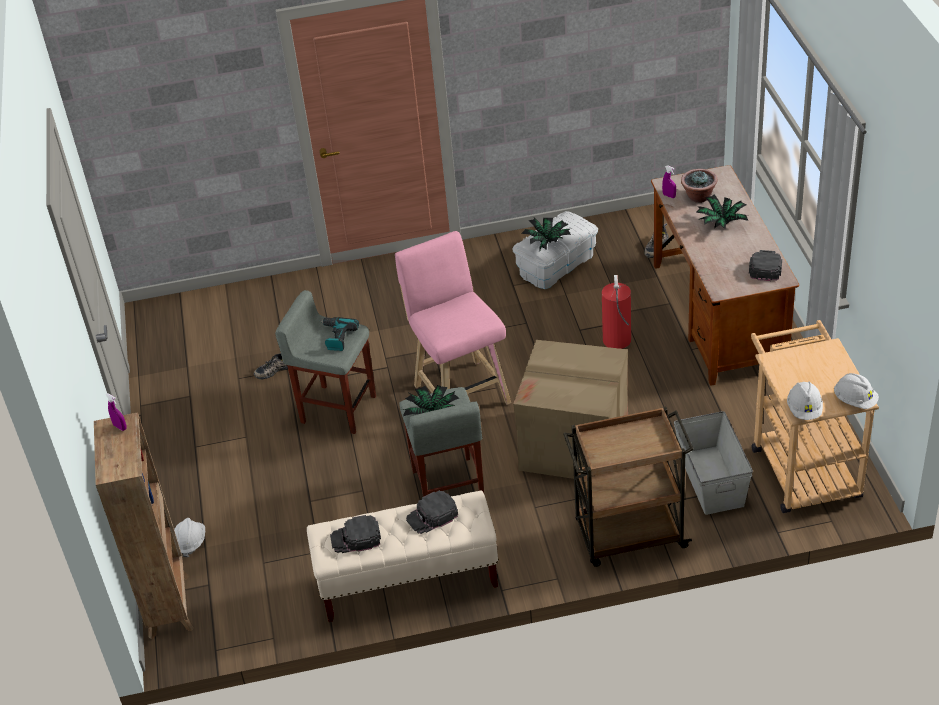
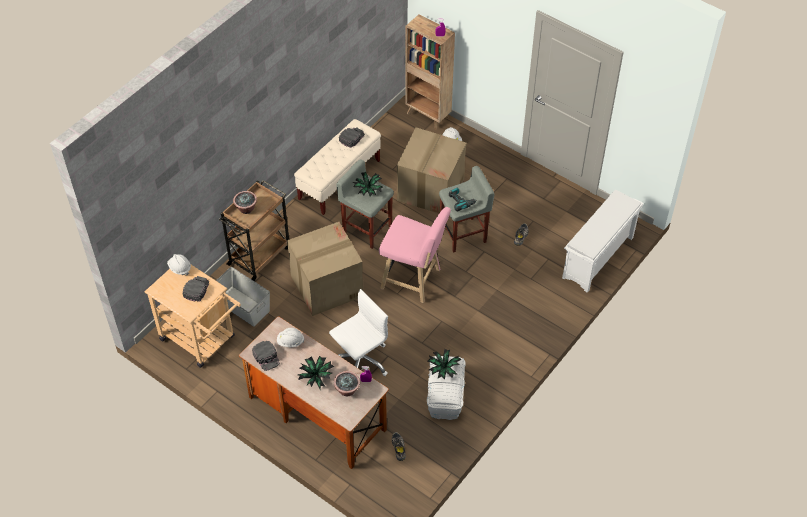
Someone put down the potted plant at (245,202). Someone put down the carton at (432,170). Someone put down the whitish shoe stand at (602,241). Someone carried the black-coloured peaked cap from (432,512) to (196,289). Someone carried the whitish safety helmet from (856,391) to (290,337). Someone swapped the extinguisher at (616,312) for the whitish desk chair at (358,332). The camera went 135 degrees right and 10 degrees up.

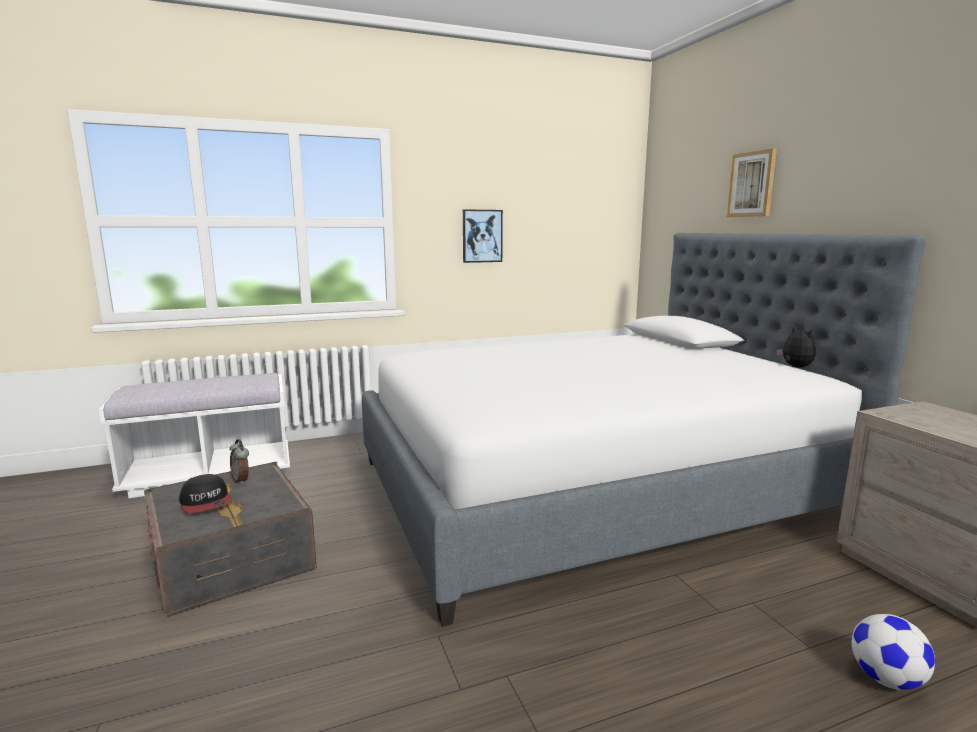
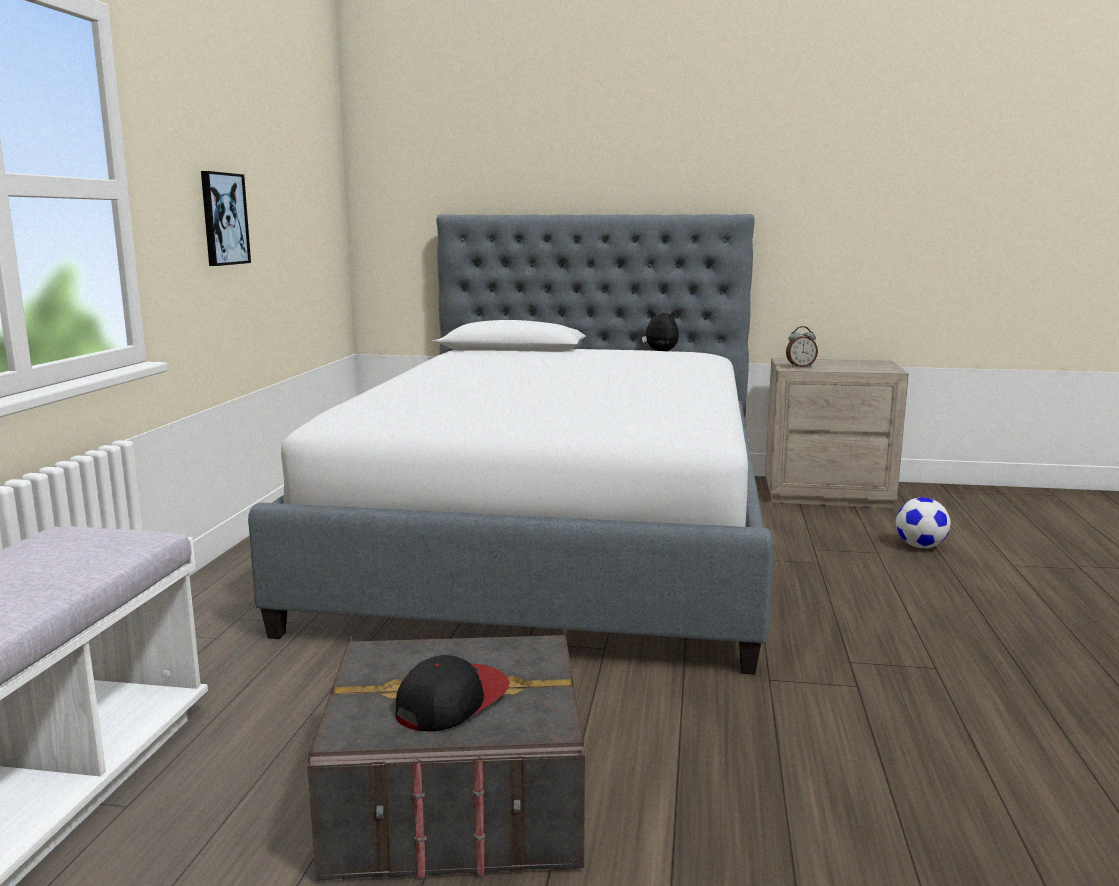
Someone took away the picture at (752,182). Someone carried the table clock from (239,462) to (802,346). Someone rotated the peaked cap at (205,493) by 45 degrees counterclockwise. The camera went 60 degrees left and 0 degrees up.

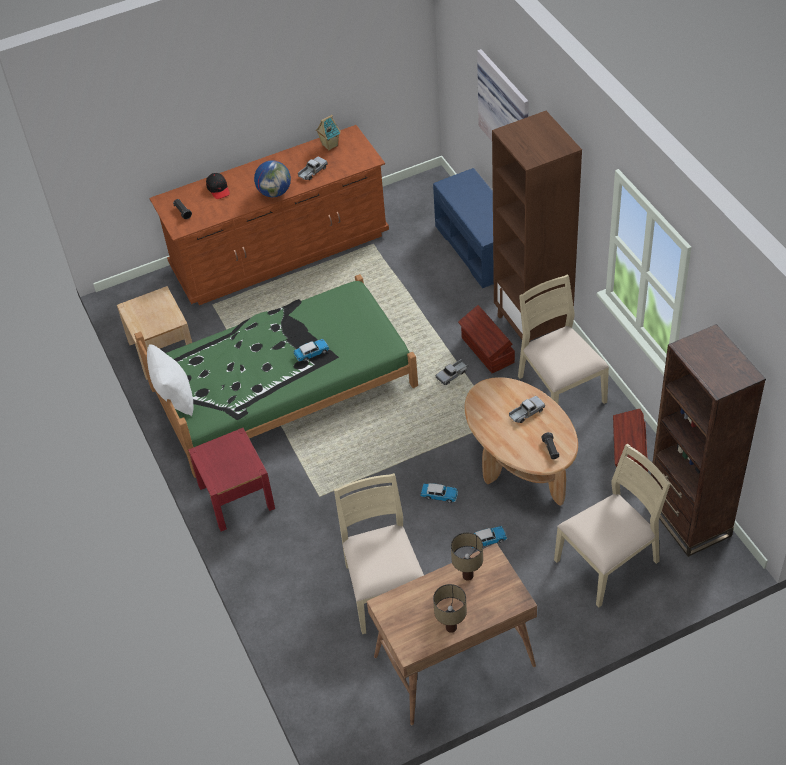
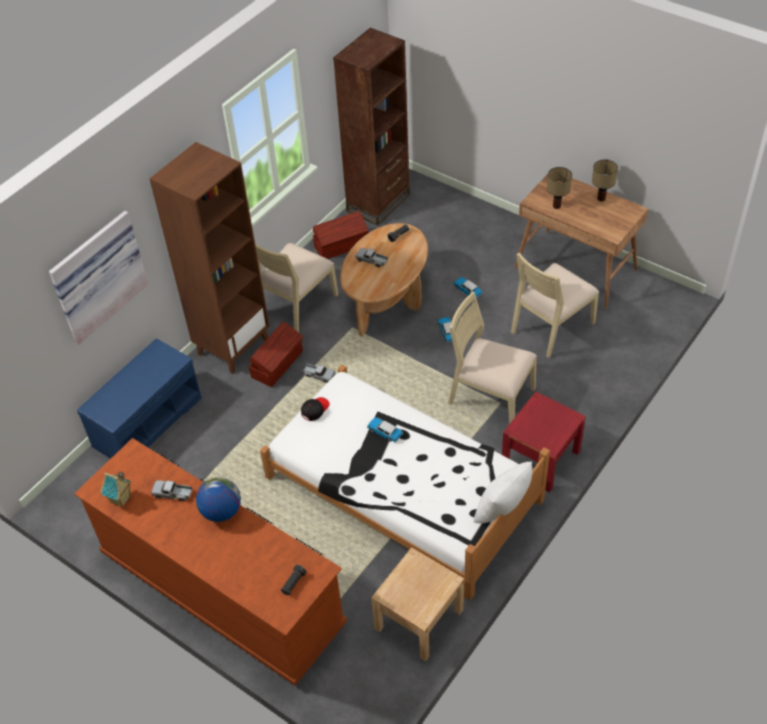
Someone carried the black-coloured peaked cap from (218,186) to (315,409). Someone carried the beige-coloured chair from (612,525) to (492,358). Someone repainted the green bed at (276,376), which became the whitish bed at (405,482). The camera went 120 degrees left and 0 degrees up.

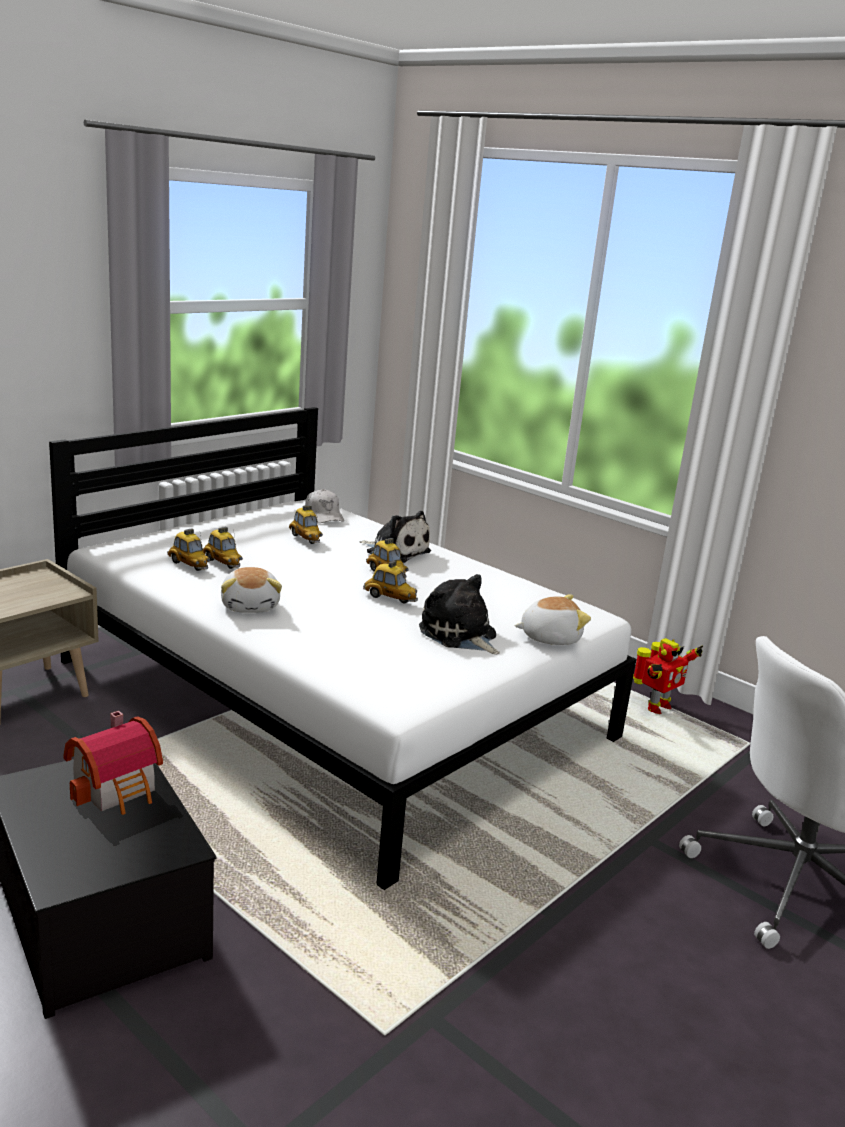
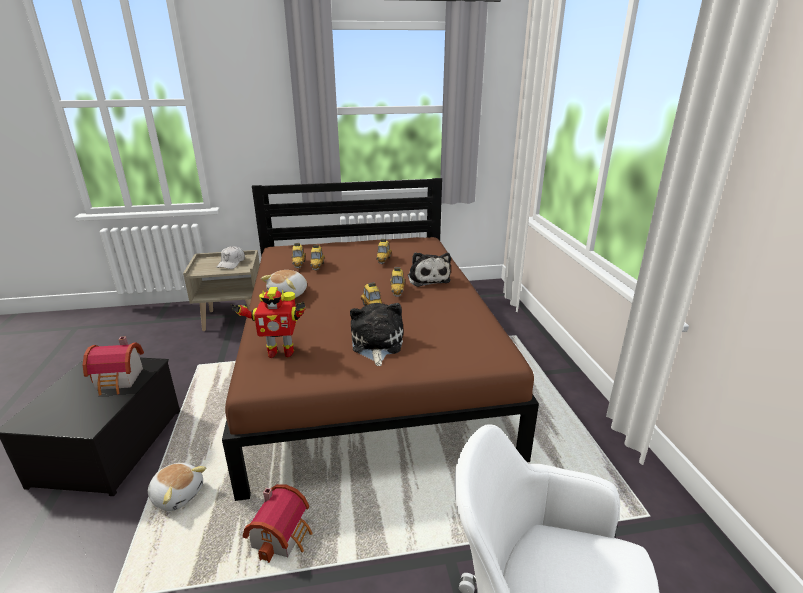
Someone put down the toy house at (277,523). Someone carried the whitish peaked cap from (324,506) to (230,257). Someone carried the plush toy from (552,619) to (177,487). Someone carried the toy robot from (668,676) to (268,322). Someone repainted the whitish bed at (342,648), which became the brownish bed at (380,339). The camera went 40 degrees right and 5 degrees up.

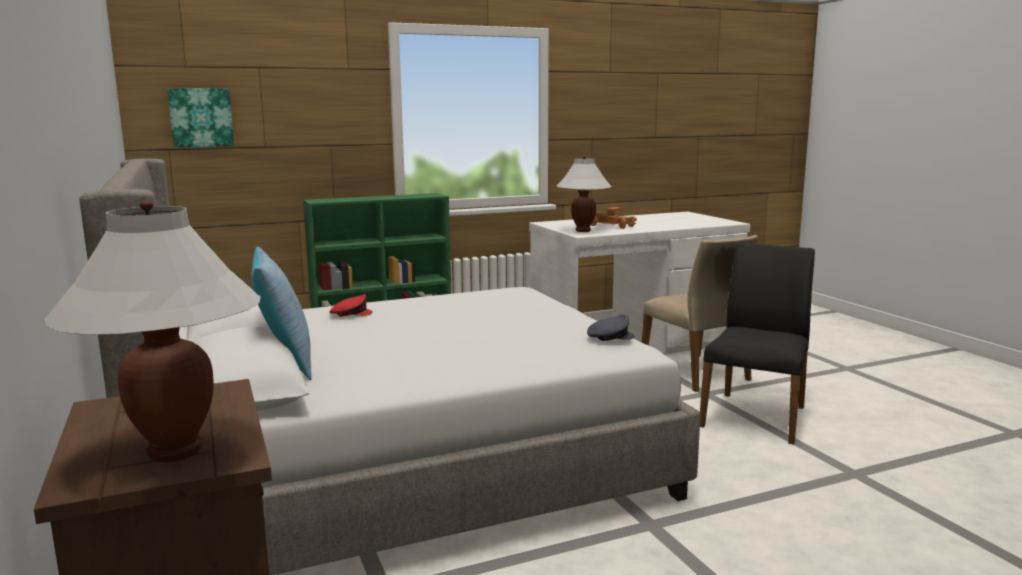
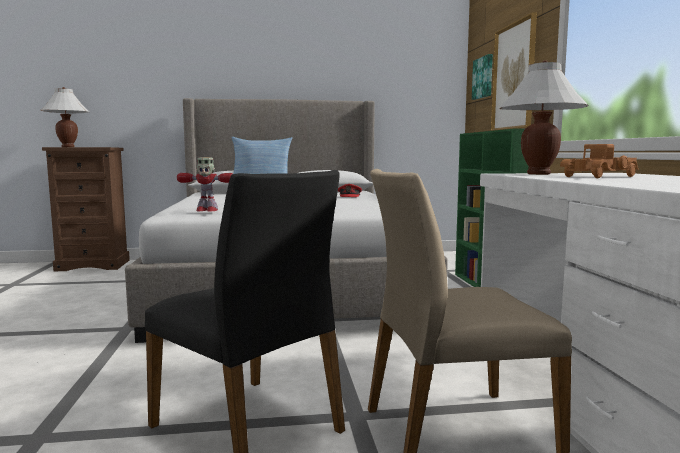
Someone put up the picture at (514,71). Someone swapped the gray peaked cap at (610,328) for the toy robot at (205,184). The camera went 105 degrees right and 5 degrees down.

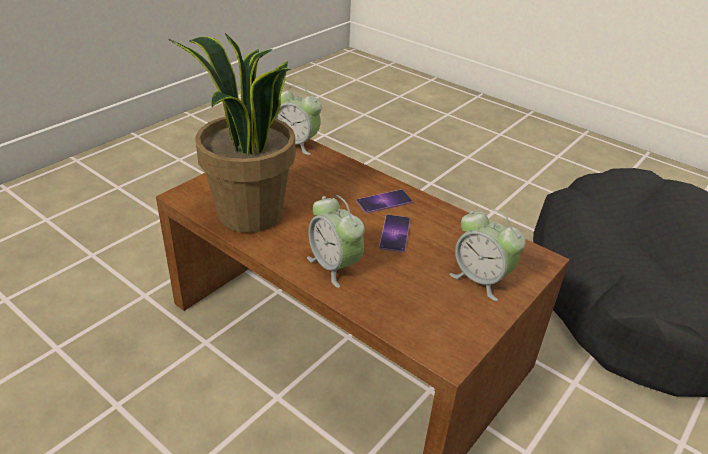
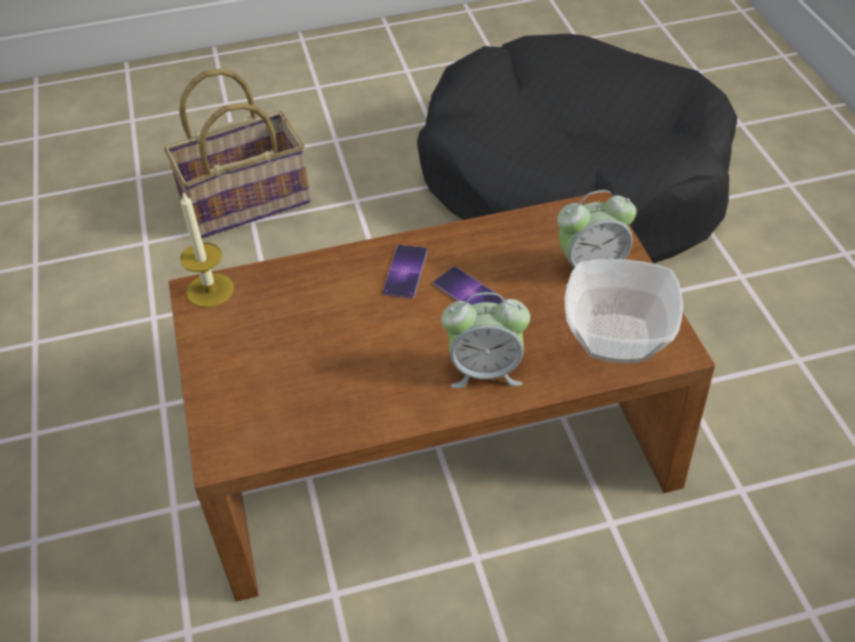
Someone took away the potted plant at (231,133). Someone put down the household basket at (237,153). Someone put down the deep dish at (624,311). Someone swapped the table clock at (299,120) for the wax candle at (207,249). The camera went 50 degrees left and 10 degrees up.

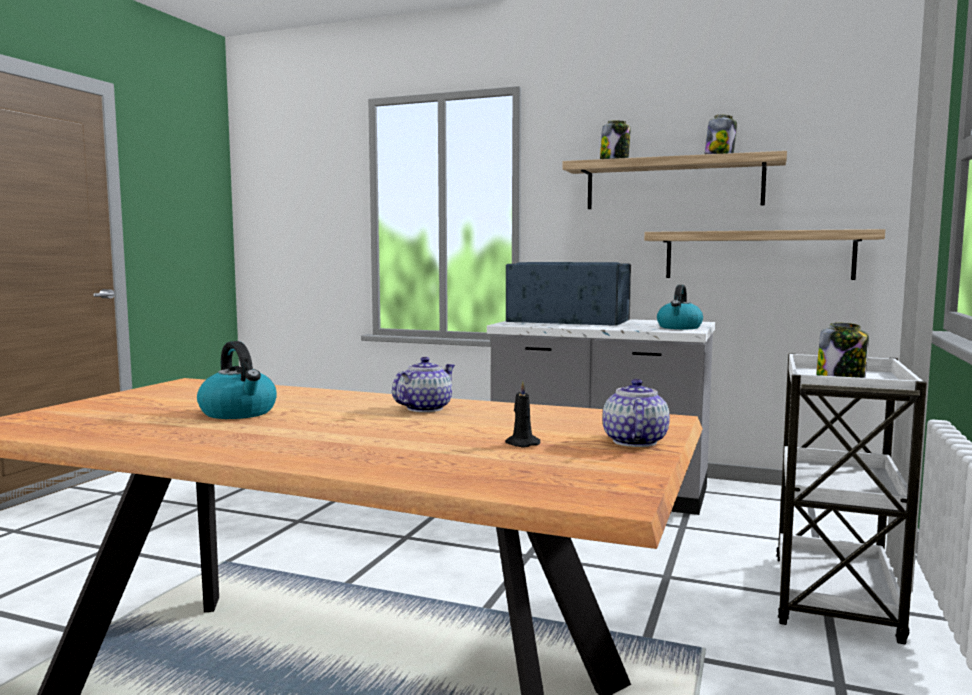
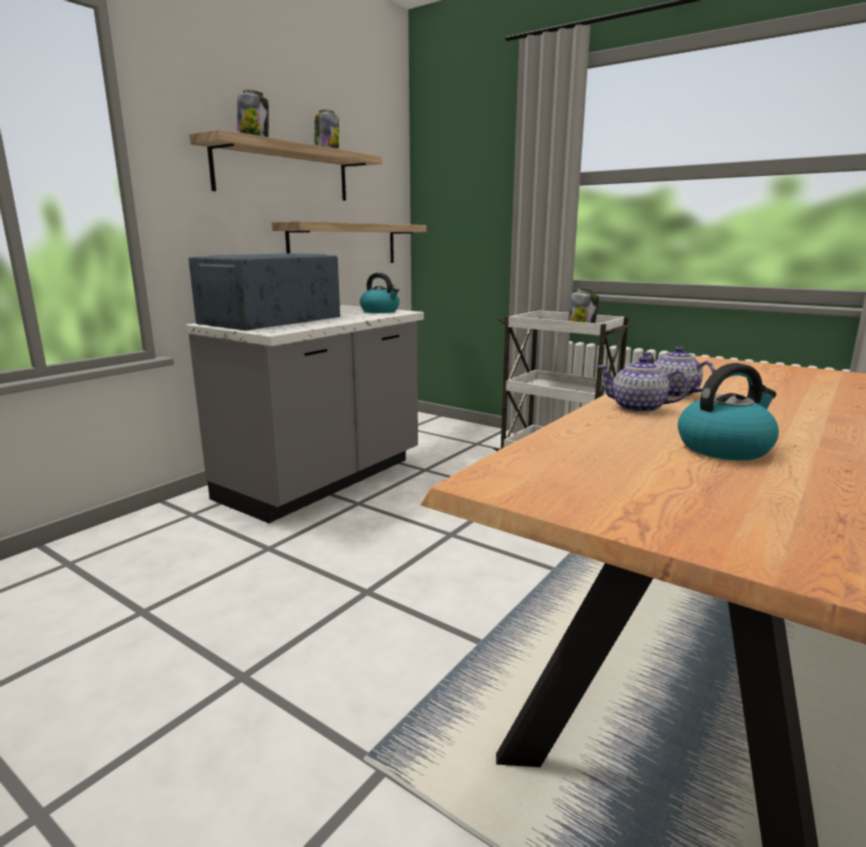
Someone took away the black-coloured wax candle at (523,414). Someone carried the tea pot from (636,413) to (642,384). The camera went 75 degrees left and 10 degrees up.

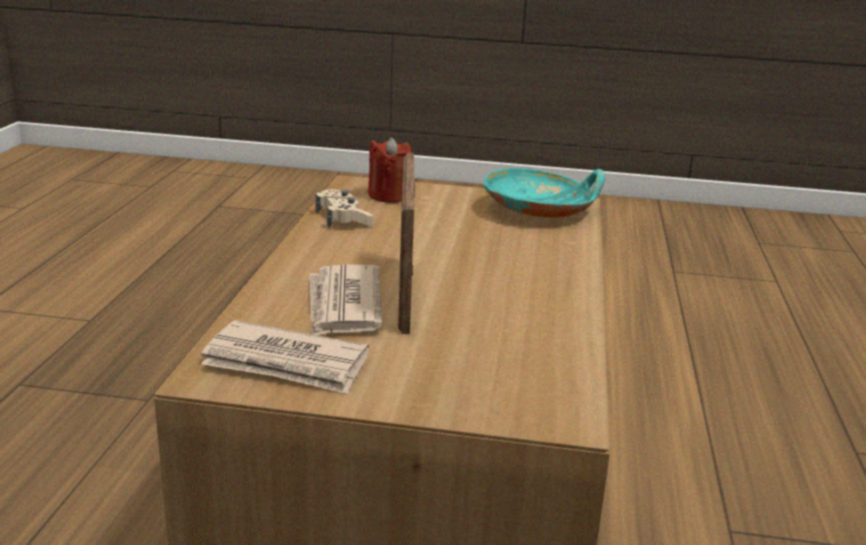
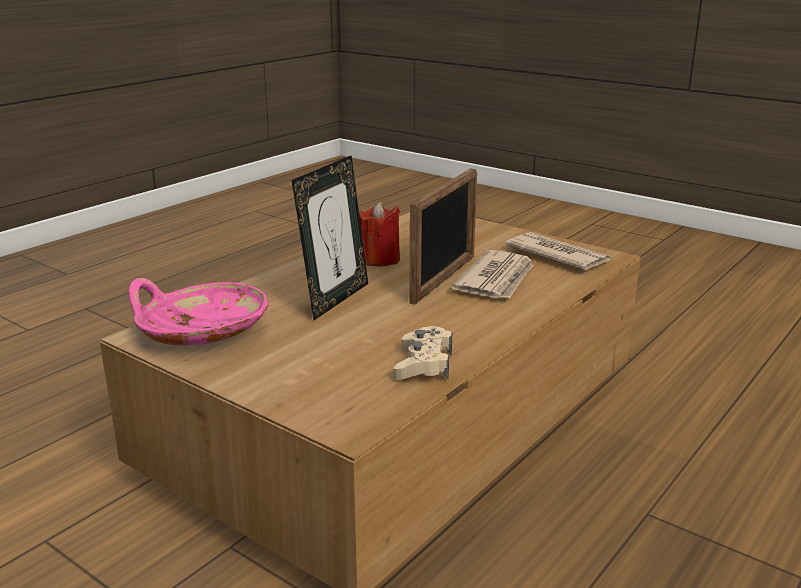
Someone put down the picture frame at (330,237). Someone carried the red wax candle from (390,170) to (379,234). Someone repainted the turquoise-coloured deep dish at (544,193), which became the pink-coloured deep dish at (199,311). The camera went 150 degrees left and 0 degrees up.

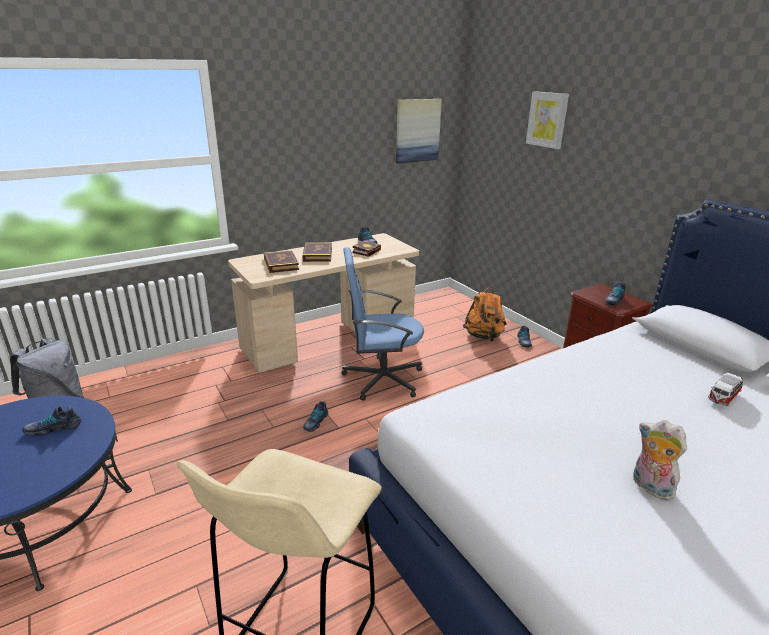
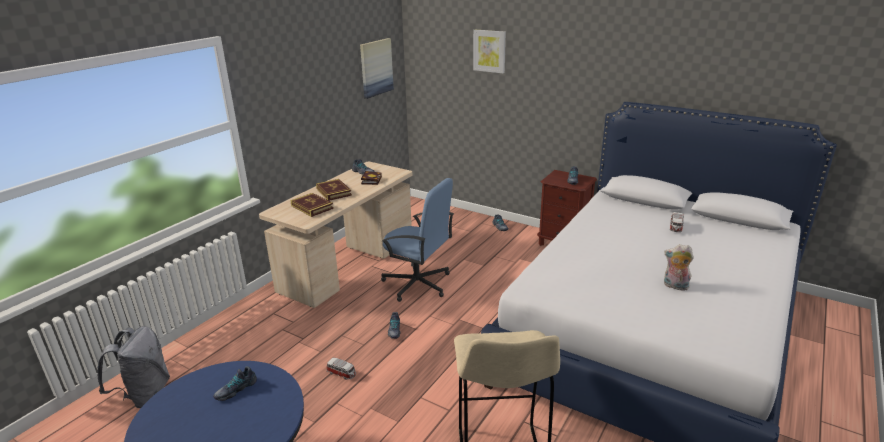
Someone took away the orange knapsack at (485,314). Someone put down the toy car at (341,369). Someone rotated the bluish desk chair at (382,324) by 120 degrees counterclockwise. The camera went 25 degrees left and 0 degrees up.

